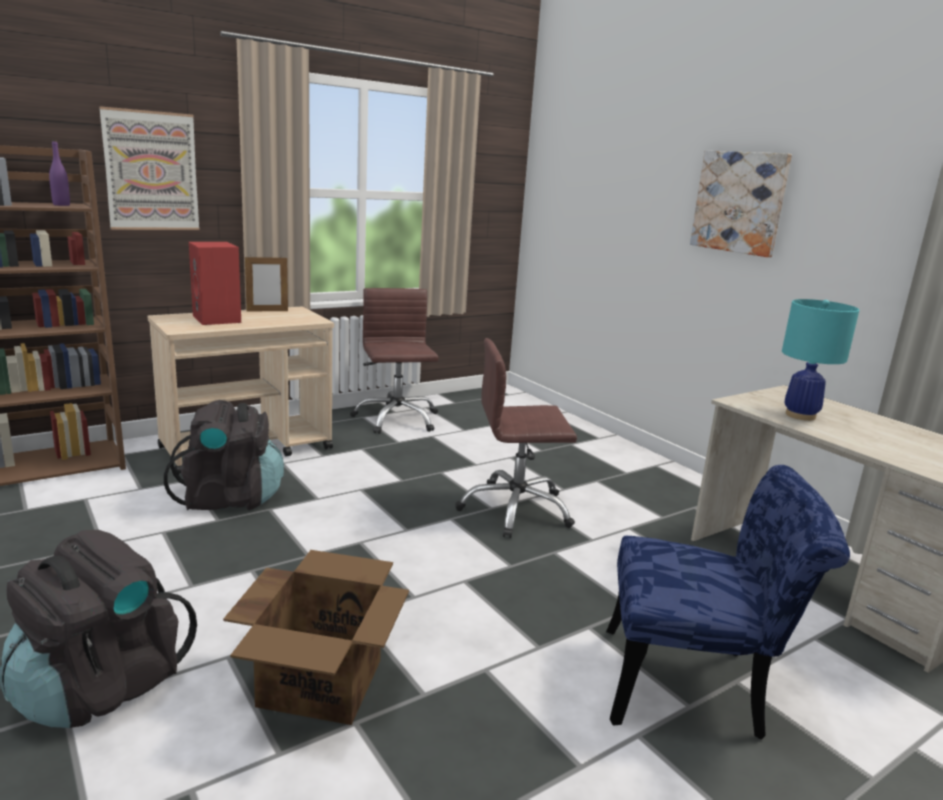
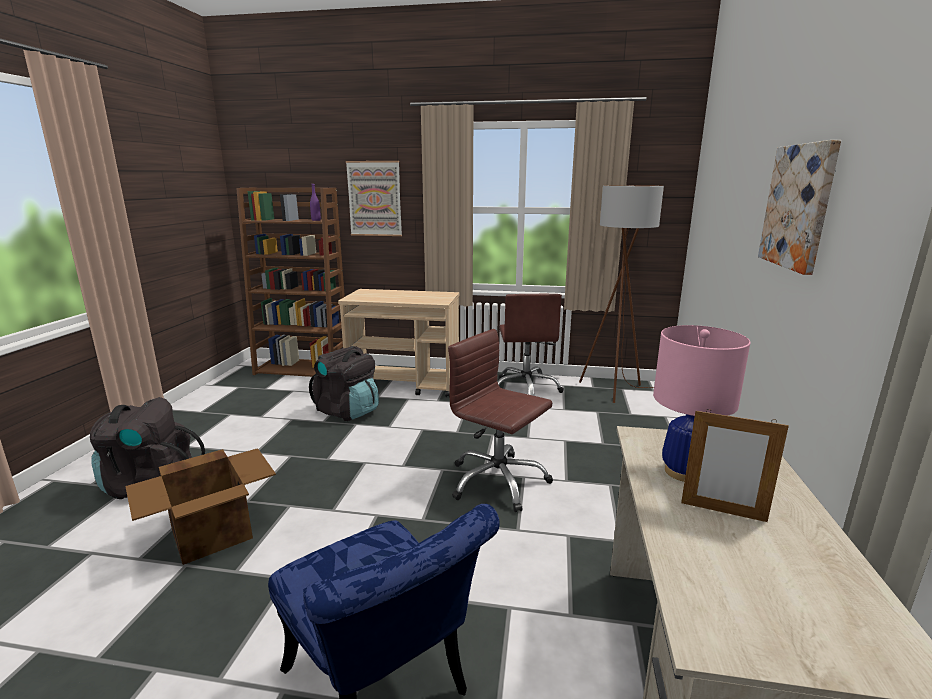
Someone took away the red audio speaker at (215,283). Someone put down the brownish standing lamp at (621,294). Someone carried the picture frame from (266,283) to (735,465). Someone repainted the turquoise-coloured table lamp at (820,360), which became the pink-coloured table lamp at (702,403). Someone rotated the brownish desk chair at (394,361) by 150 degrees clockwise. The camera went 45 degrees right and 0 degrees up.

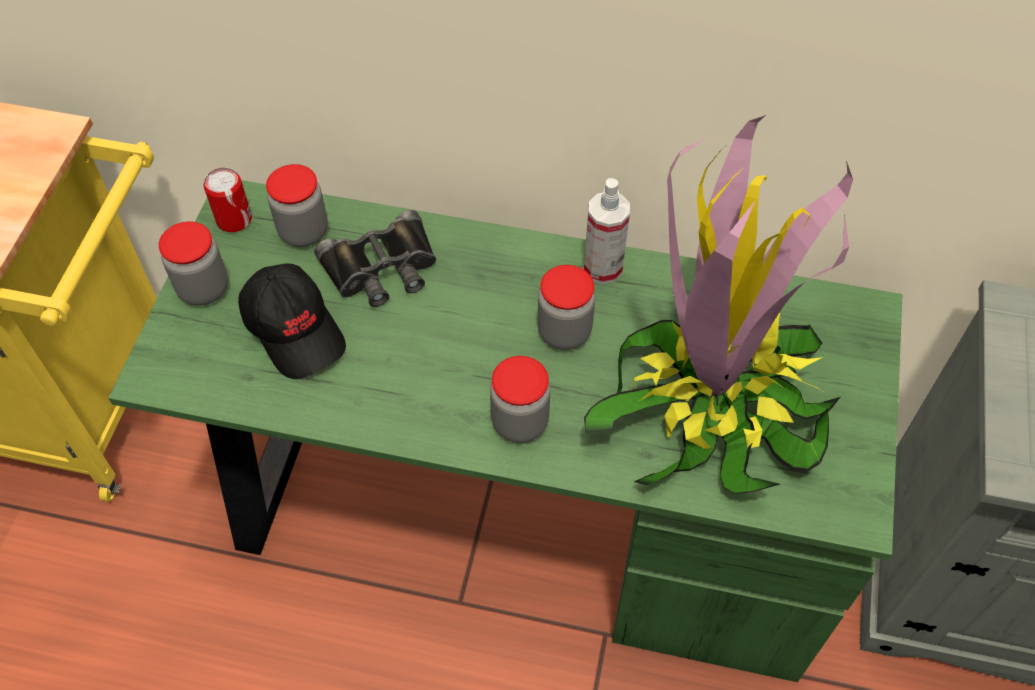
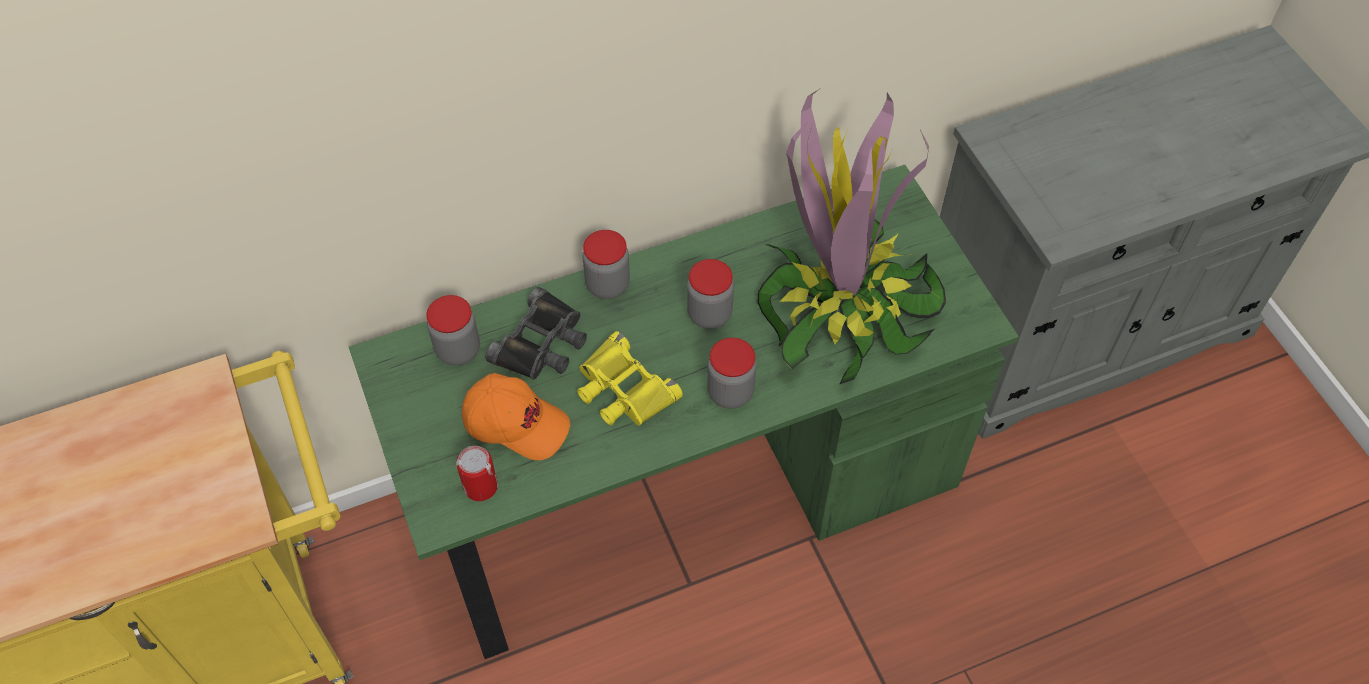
Someone took away the hand sprayer at (607,231). Someone put down the yellowish field glasses at (630,378). Someone carried the storage jar from (193,264) to (606,264). Someone carried the metal can from (228,199) to (477,473). Someone repainted the black-coloured peaked cap at (292,321), which became the orange peaked cap at (516,416). The camera went 35 degrees left and 0 degrees up.

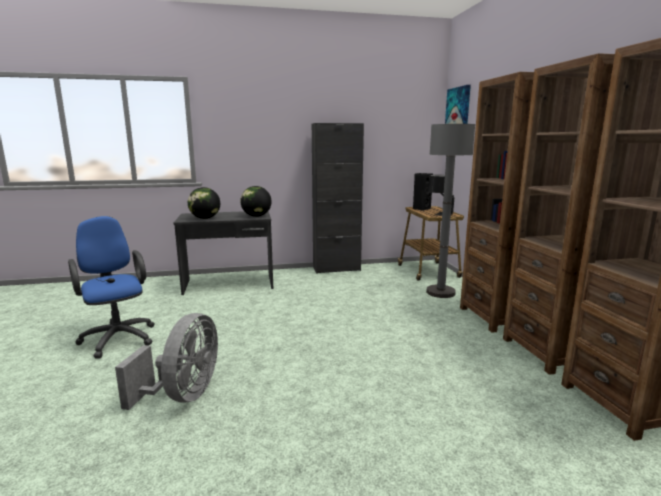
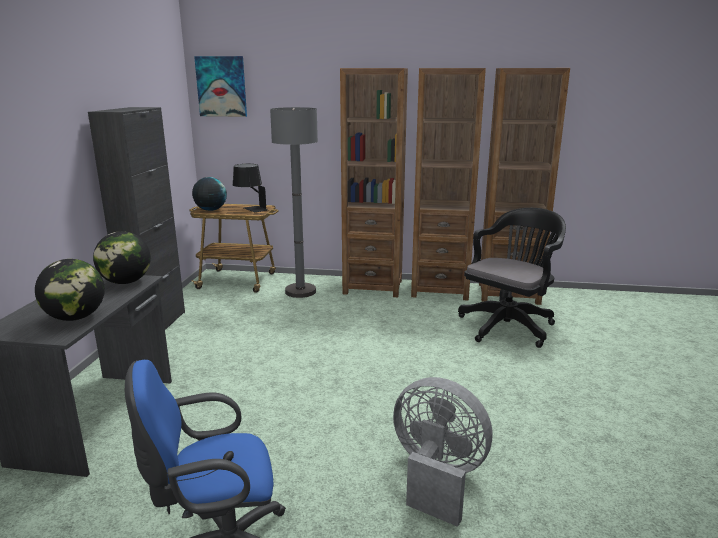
Someone put down the black-coloured desk chair at (512,278). Someone swapped the black-coloured audio speaker at (423,192) for the globe at (209,194). The camera went 70 degrees left and 5 degrees up.

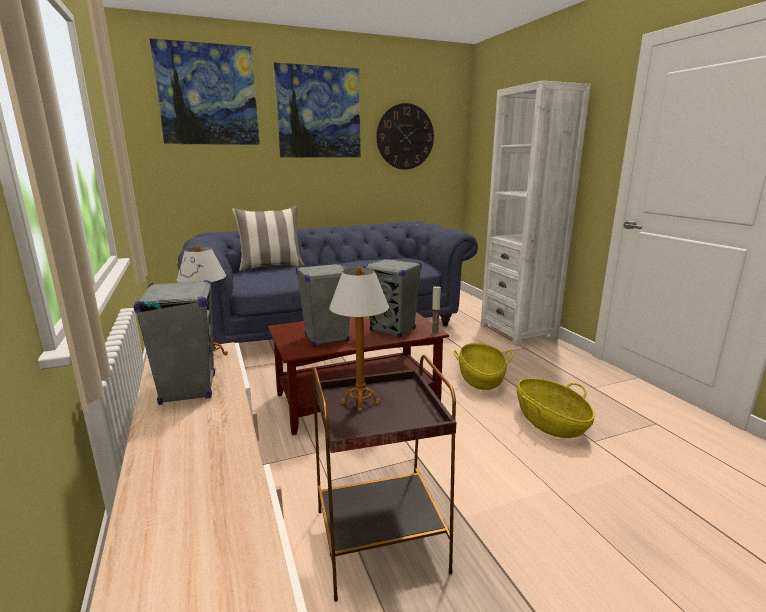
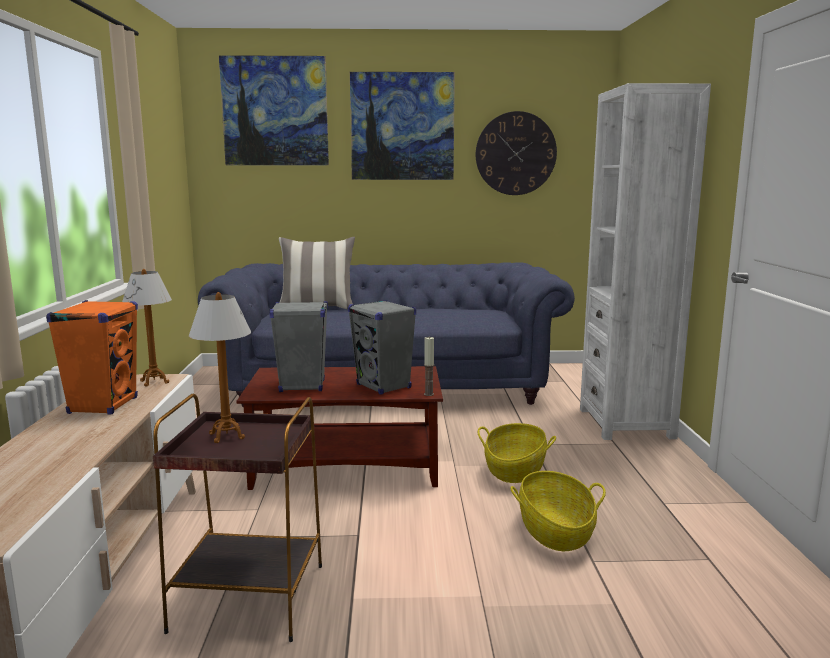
Someone repainted the gray audio speaker at (174,342), which became the orange audio speaker at (92,357). The camera went 20 degrees right and 5 degrees down.

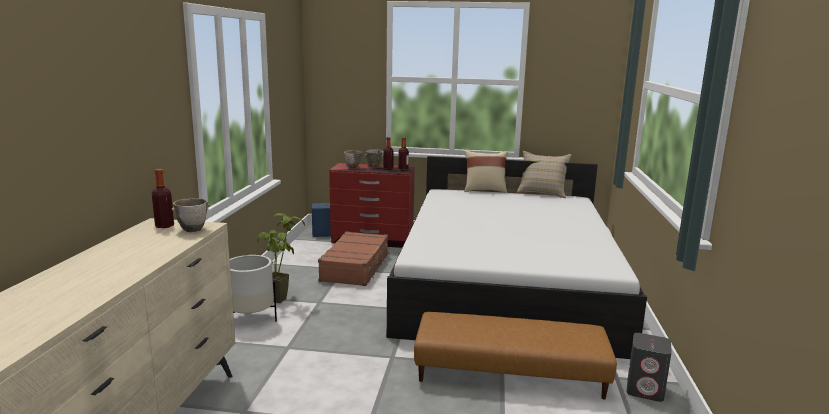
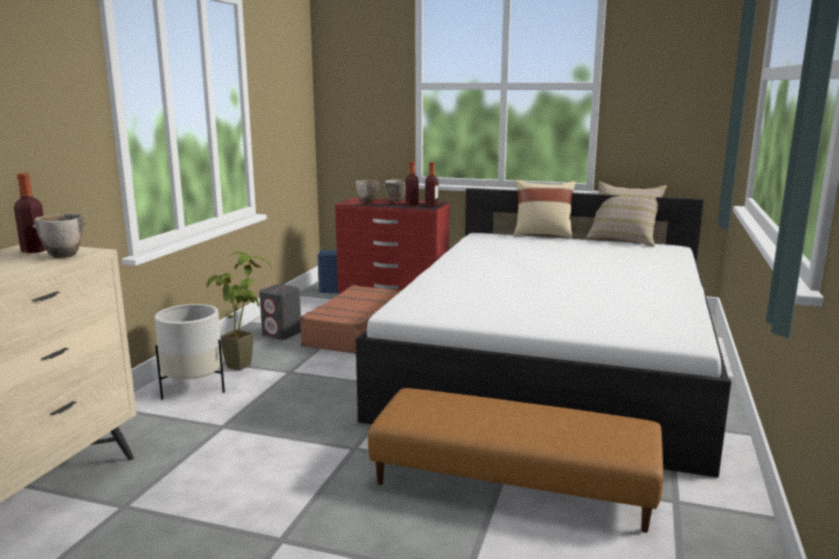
Someone carried the gray audio speaker from (649,367) to (280,312). The camera went 10 degrees right and 0 degrees up.

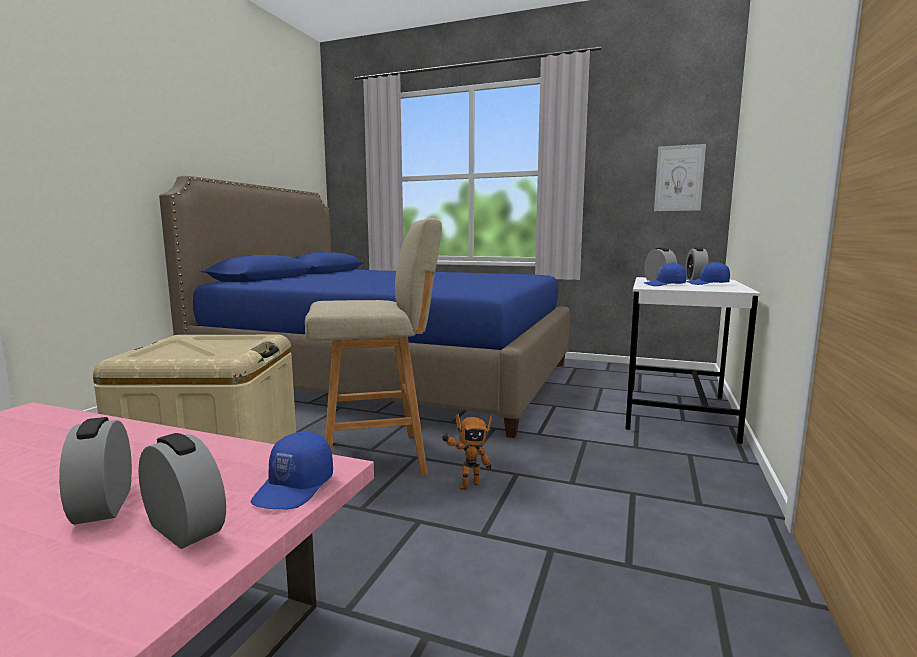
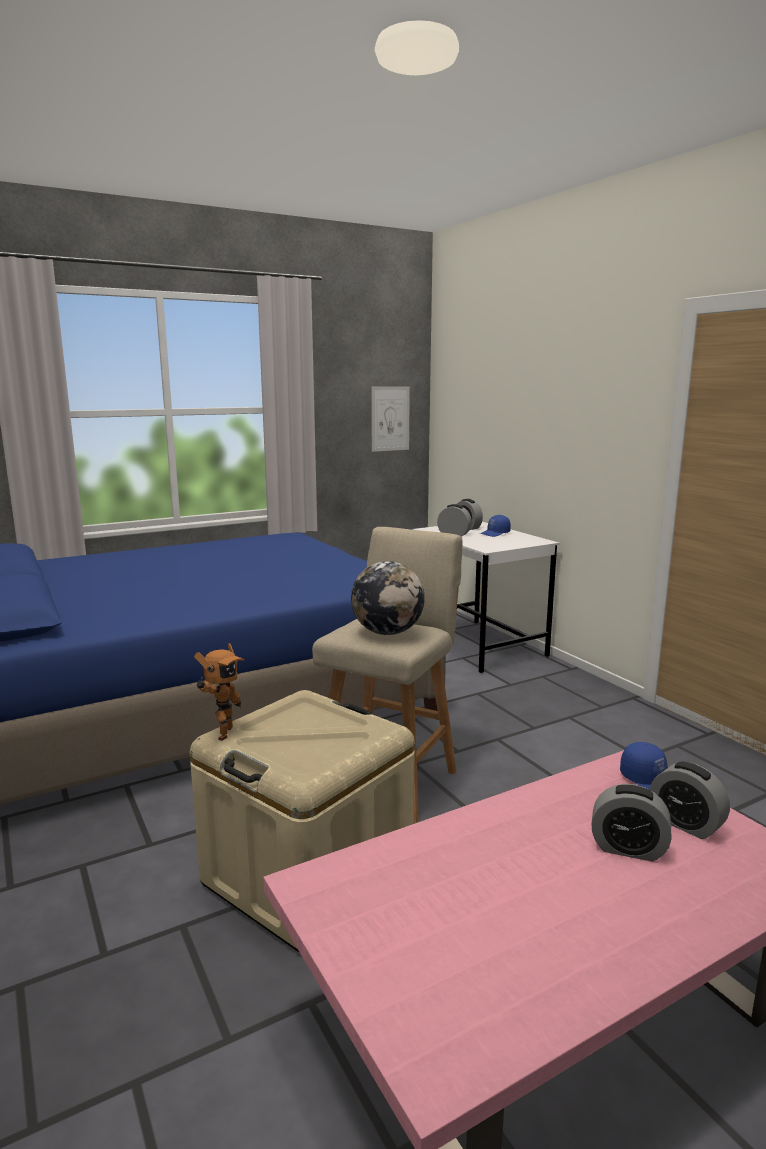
Someone took away the bluish peaked cap at (665,274). Someone put down the globe at (388,598). Someone carried the toy robot from (466,452) to (219,692). Someone rotated the table clock at (182,491) by 120 degrees counterclockwise. The camera went 50 degrees left and 5 degrees up.

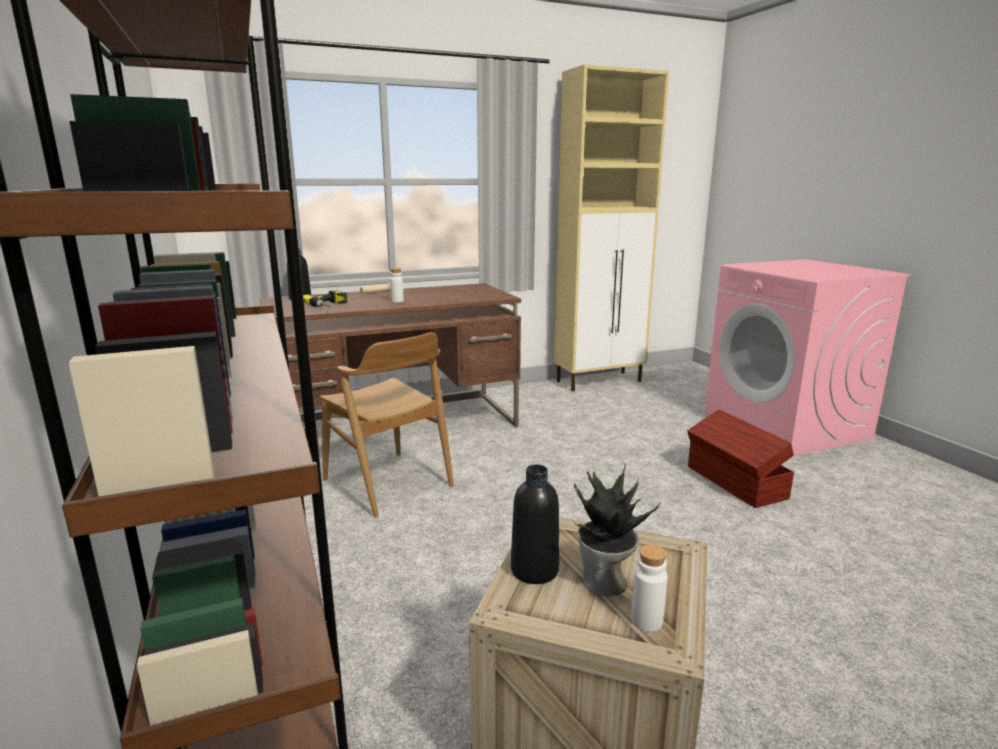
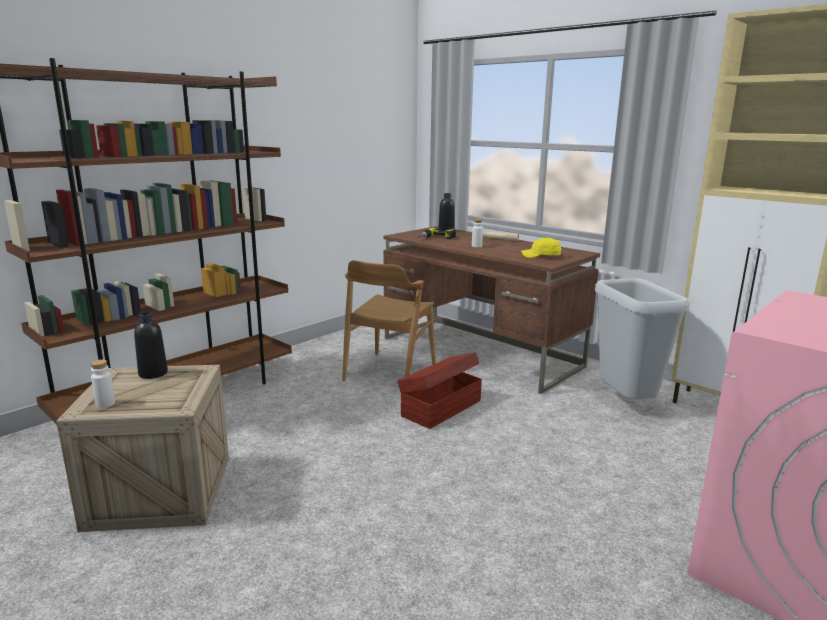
Someone took away the potted plant at (617,529). Someone put down the yellowish peaked cap at (541,247). Someone put down the gray trash can at (642,339). Someone carried the brownish storage box from (740,458) to (439,390). The camera went 65 degrees right and 0 degrees up.

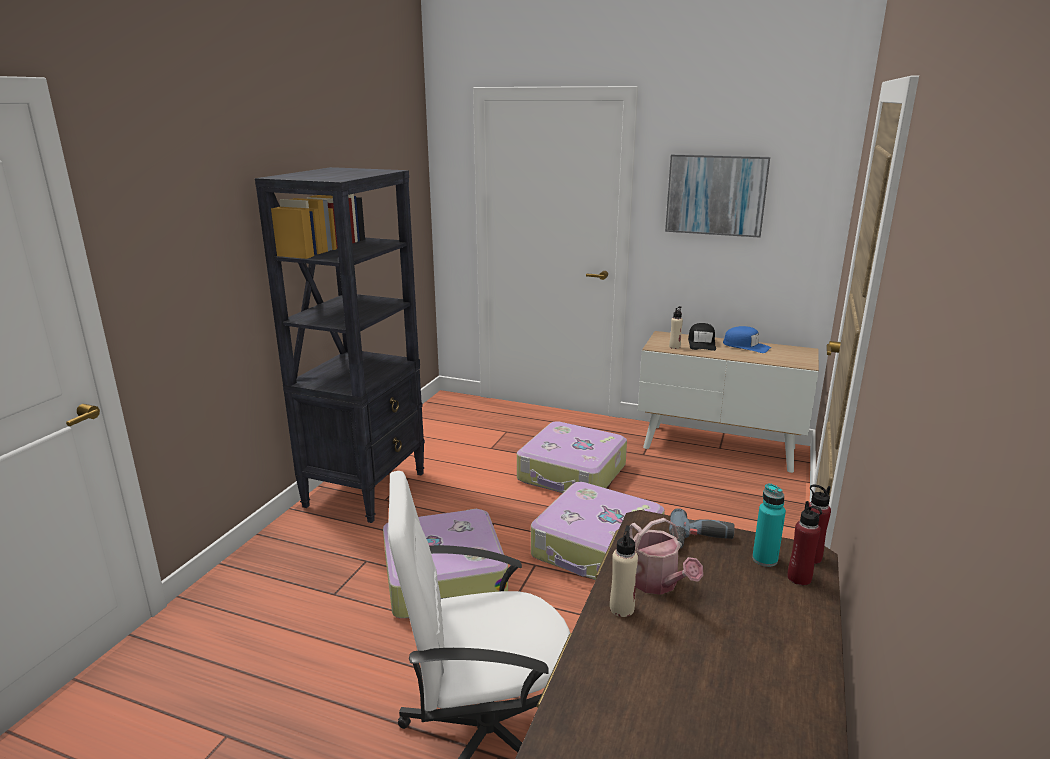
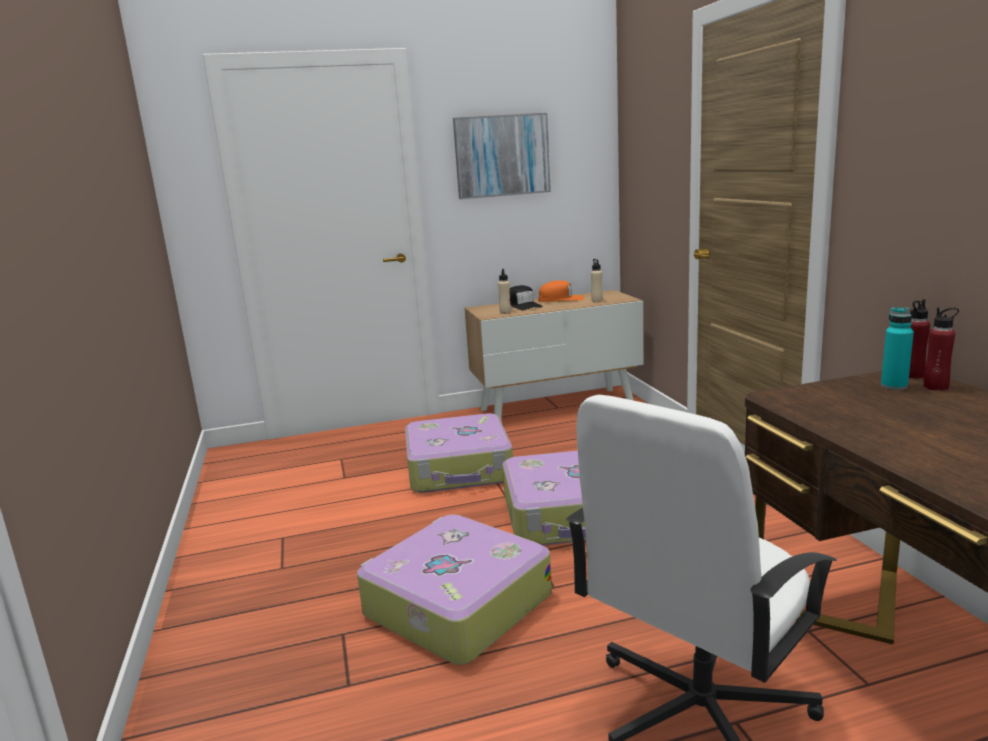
Someone took away the black-coloured bookshelf at (340,345). Someone took away the watering can at (666,556). Someone took away the electric drill at (702,528). Someone carried the beige-coloured bottle from (624,571) to (597,280). Someone repainted the bluish peaked cap at (747,339), which became the orange peaked cap at (561,291). The camera went 35 degrees left and 5 degrees down.

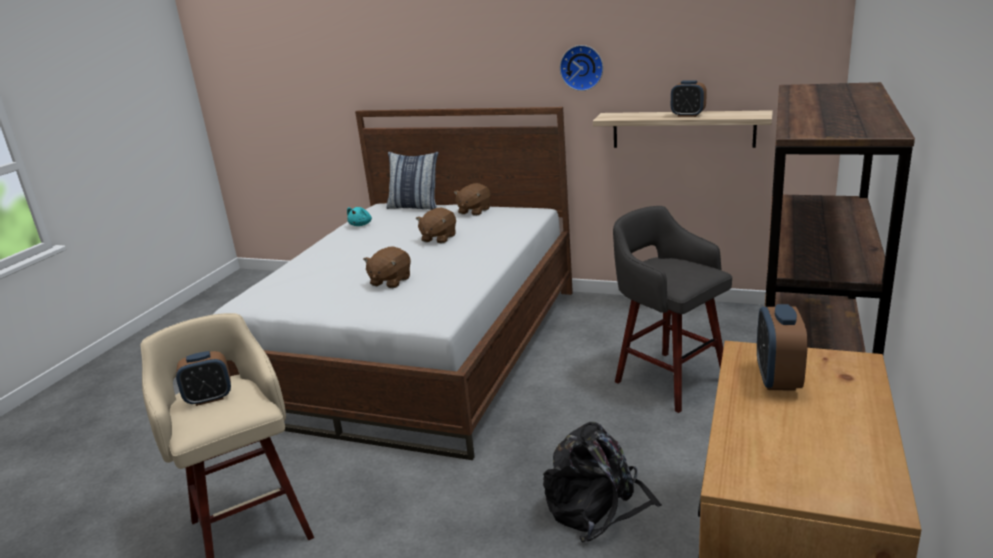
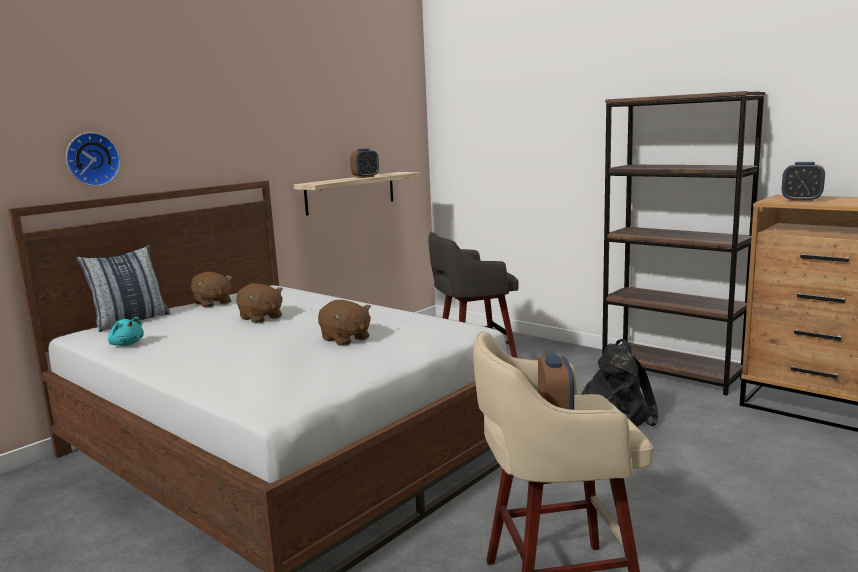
Someone carried the wall clock from (581,68) to (93,159). The camera went 70 degrees left and 10 degrees down.

